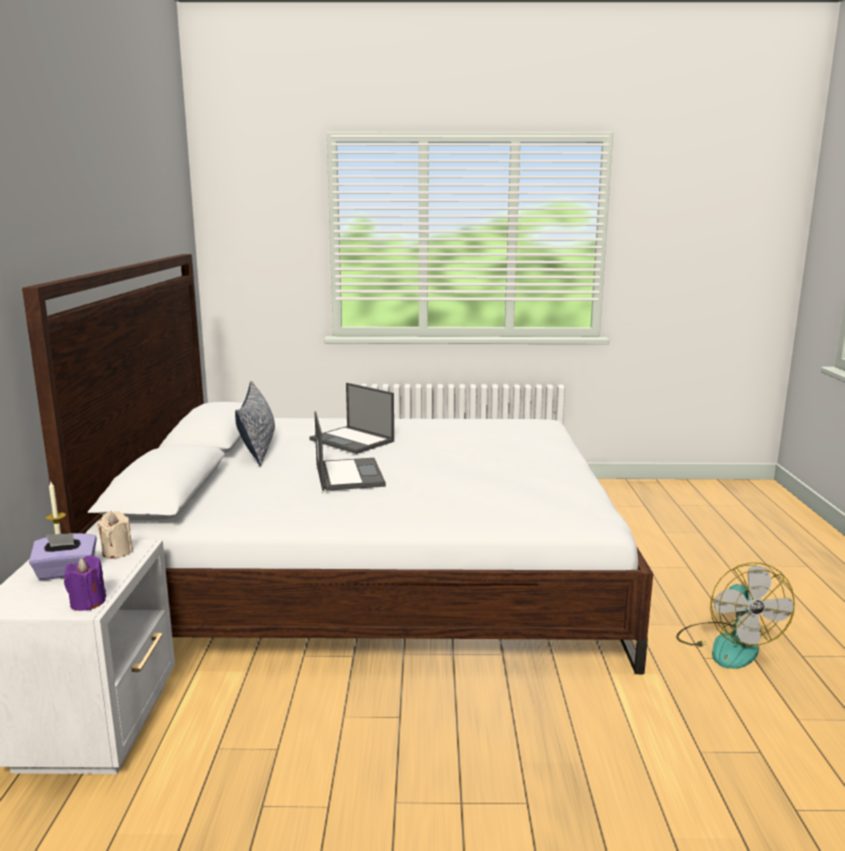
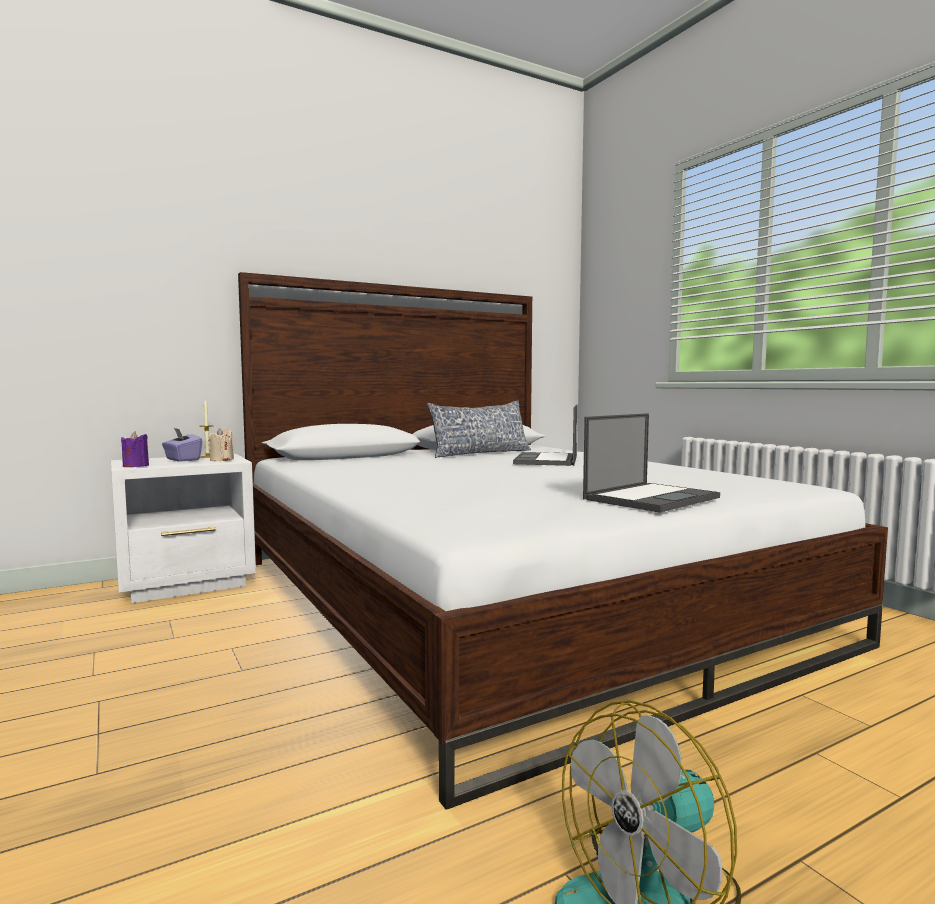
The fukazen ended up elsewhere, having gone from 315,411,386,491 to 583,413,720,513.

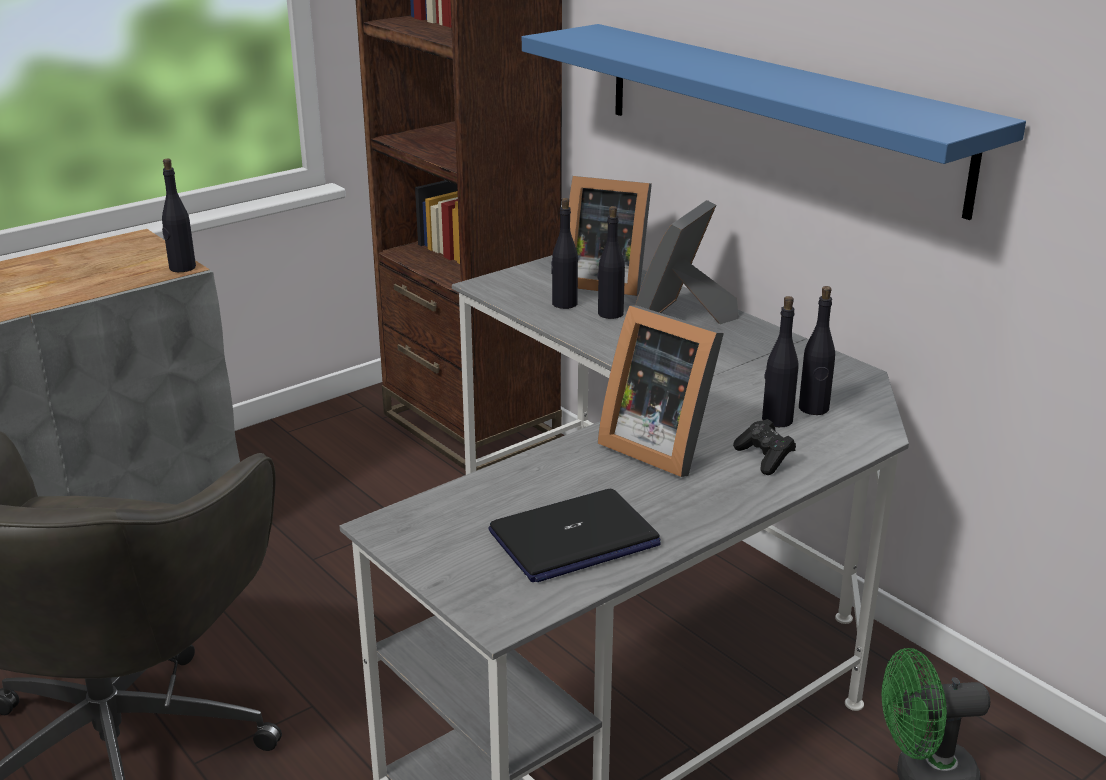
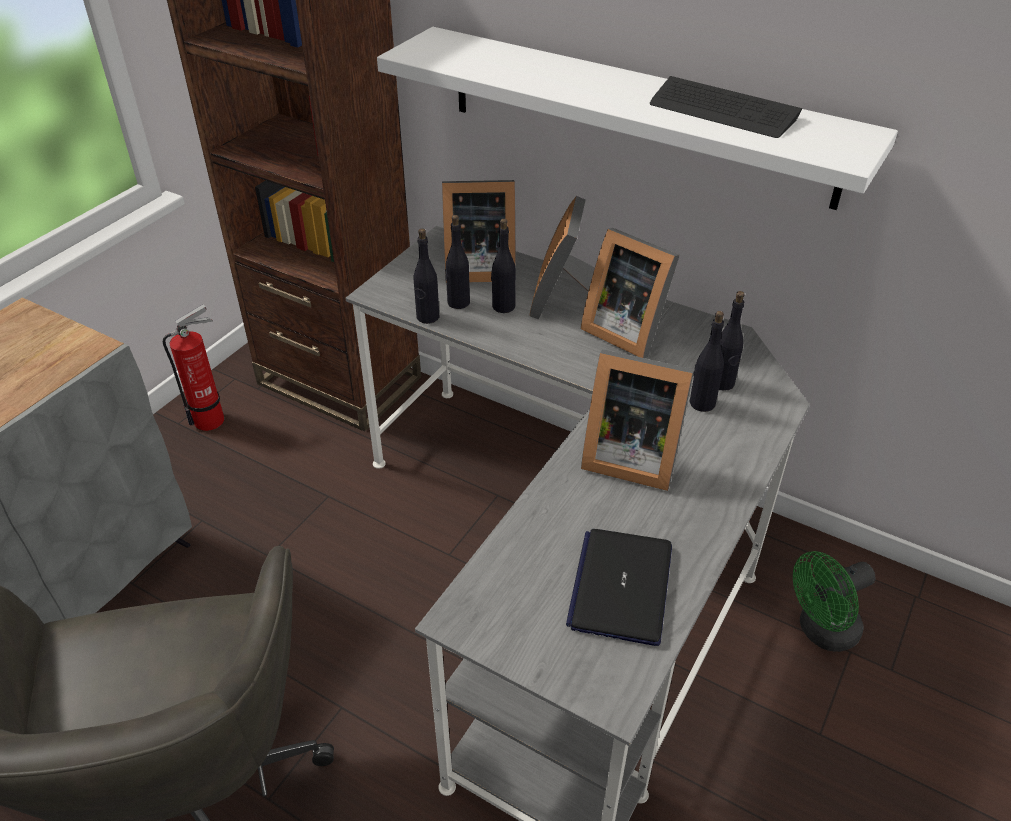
The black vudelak ended up elsewhere, having gone from 162,159,196,272 to 414,228,440,324. The fukazen at 488,489,661,582 ended up facing another way, 150 degrees clockwise from before. What was the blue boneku at 522,24,1026,220 turned into the white boneku at 377,27,898,210. The second view lost the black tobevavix at 733,419,796,475. The second view gained the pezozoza at 163,304,224,431. The second view gained the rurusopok at 581,228,680,358. The second view gained the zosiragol at 650,76,802,138.

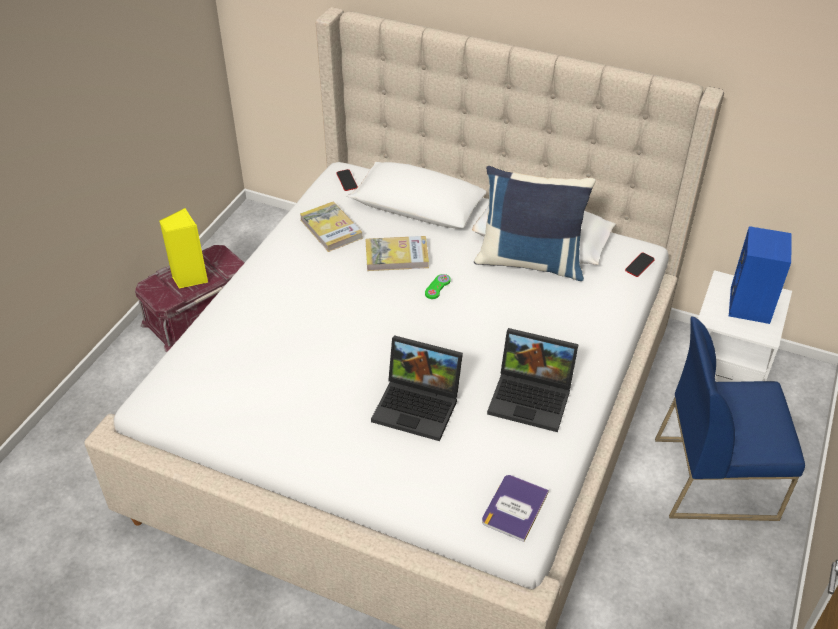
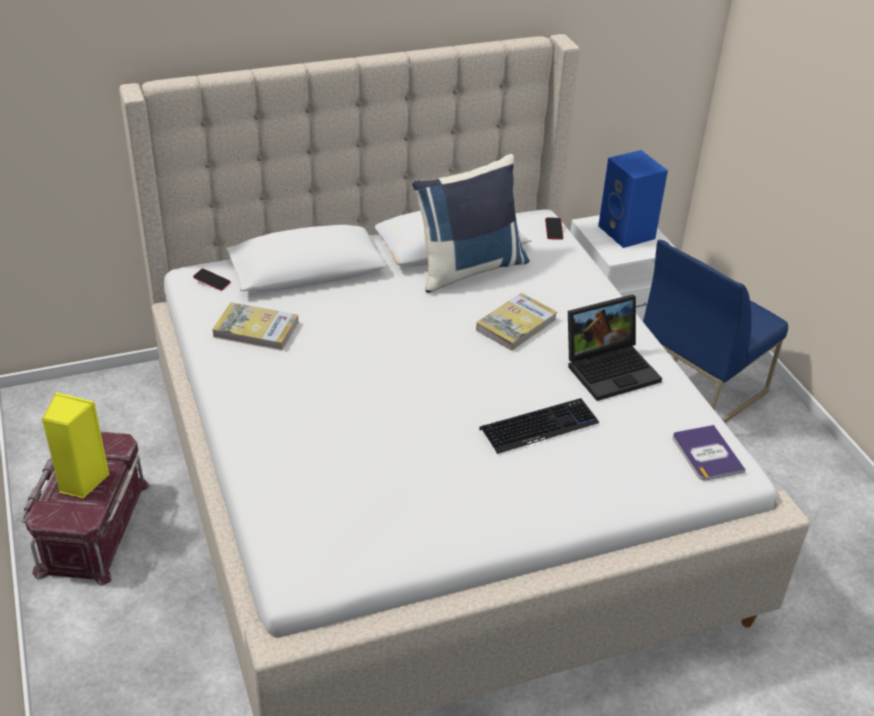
The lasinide ended up elsewhere, having gone from 365,236,429,271 to 476,293,557,351. Where the fukazen stood at 371,335,463,441, the zosiragol came to stand at 479,398,599,454. The second view lost the green tobevavix at 425,274,451,299.

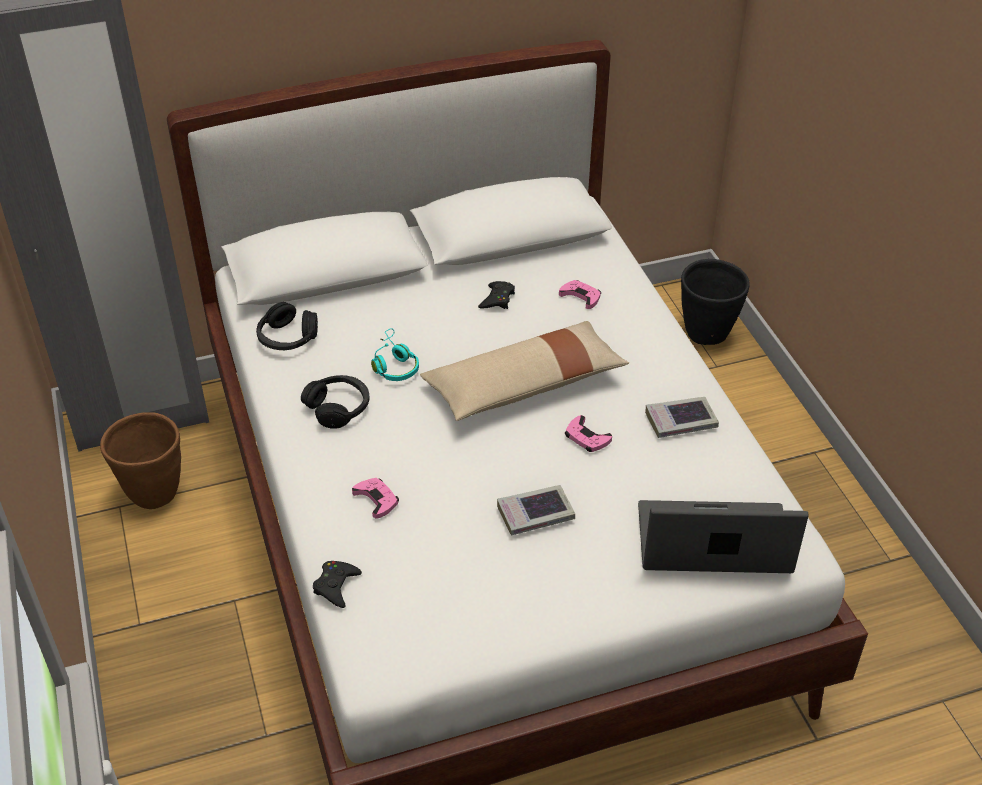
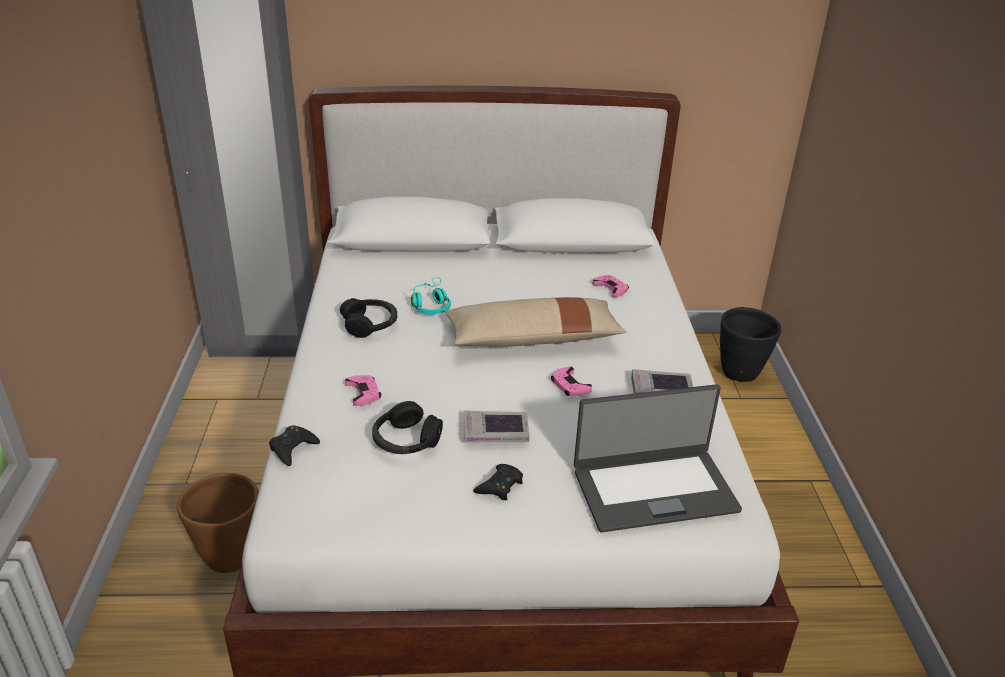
The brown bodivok ended up elsewhere, having gone from 100,412,181,509 to 177,473,259,573. The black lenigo ended up elsewhere, having gone from 256,302,318,350 to 372,401,443,454. The black tobevavix ended up elsewhere, having gone from 478,281,515,309 to 473,464,523,500. The fukazen at 638,500,809,573 ended up facing another way, 150 degrees clockwise from before.

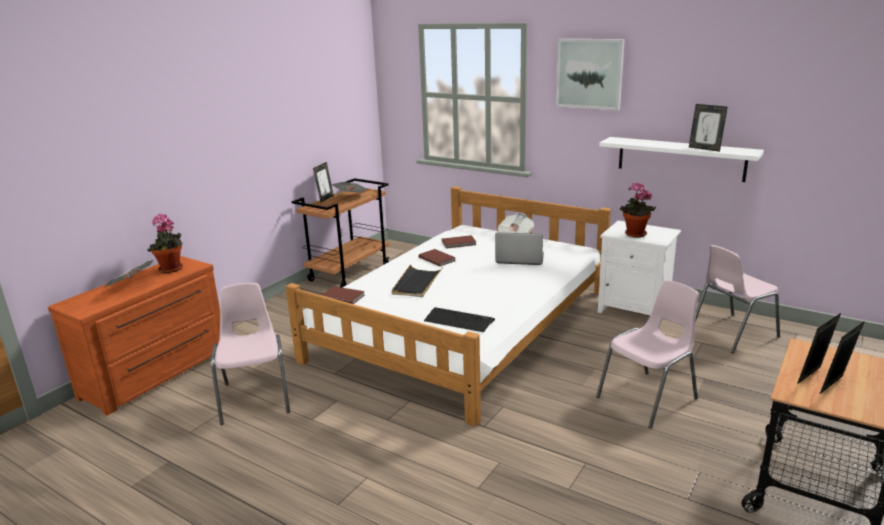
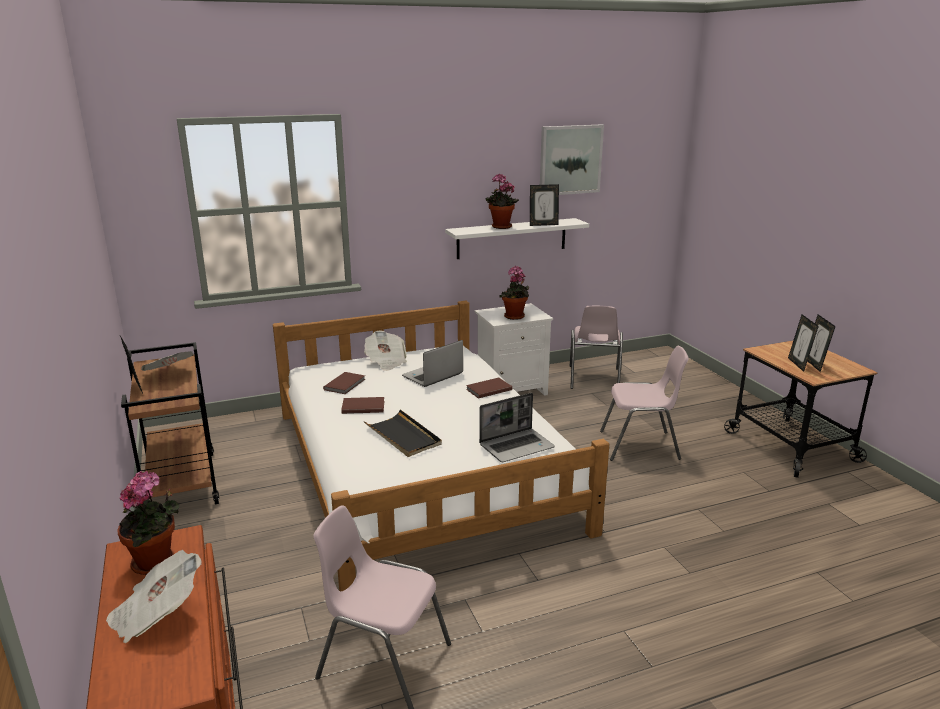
The brown lasinide ended up elsewhere, having gone from 322,286,365,304 to 466,378,512,399. Where the zosiragol stood at 424,308,495,332, the fukazen came to stand at 479,393,555,462. The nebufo ended up elsewhere, having gone from 556,39,625,110 to 540,125,604,195. The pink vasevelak at 596,280,699,428 ended up facing another way, 90 degrees clockwise from before. The second view gained the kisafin at 486,173,519,229.

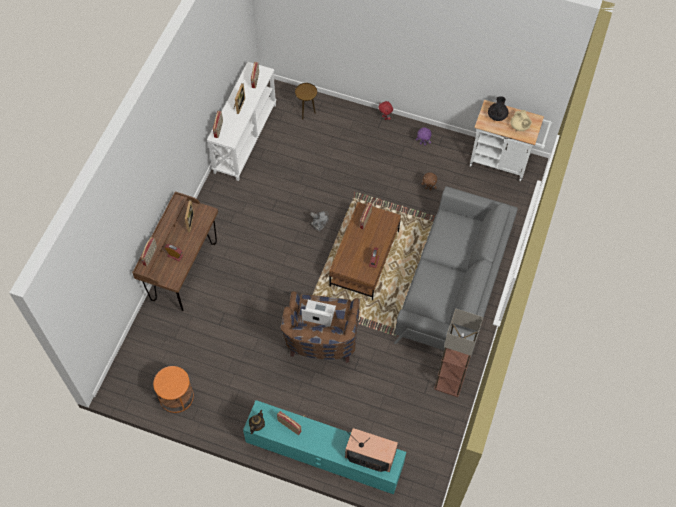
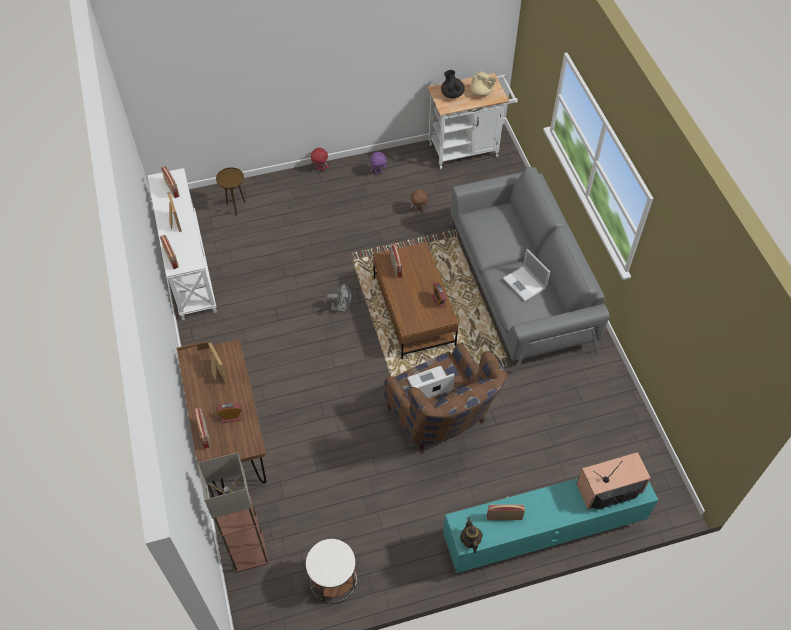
What was the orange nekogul at 153,366,194,413 turned into the white nekogul at 306,539,357,604. The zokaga ended up elsewhere, having gone from 434,308,483,397 to 198,453,269,573. The second view gained the fukazen at 503,249,550,301.

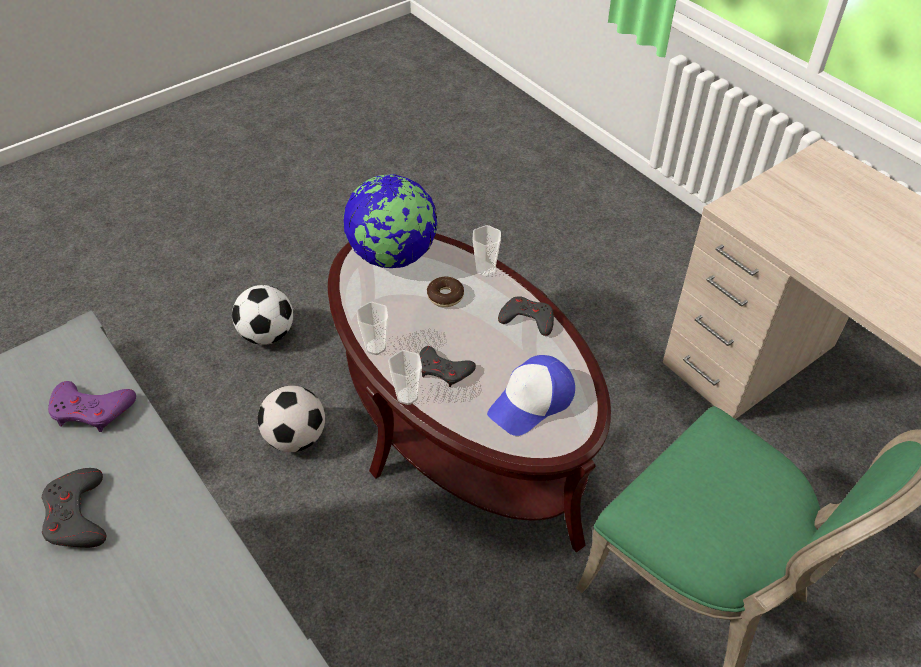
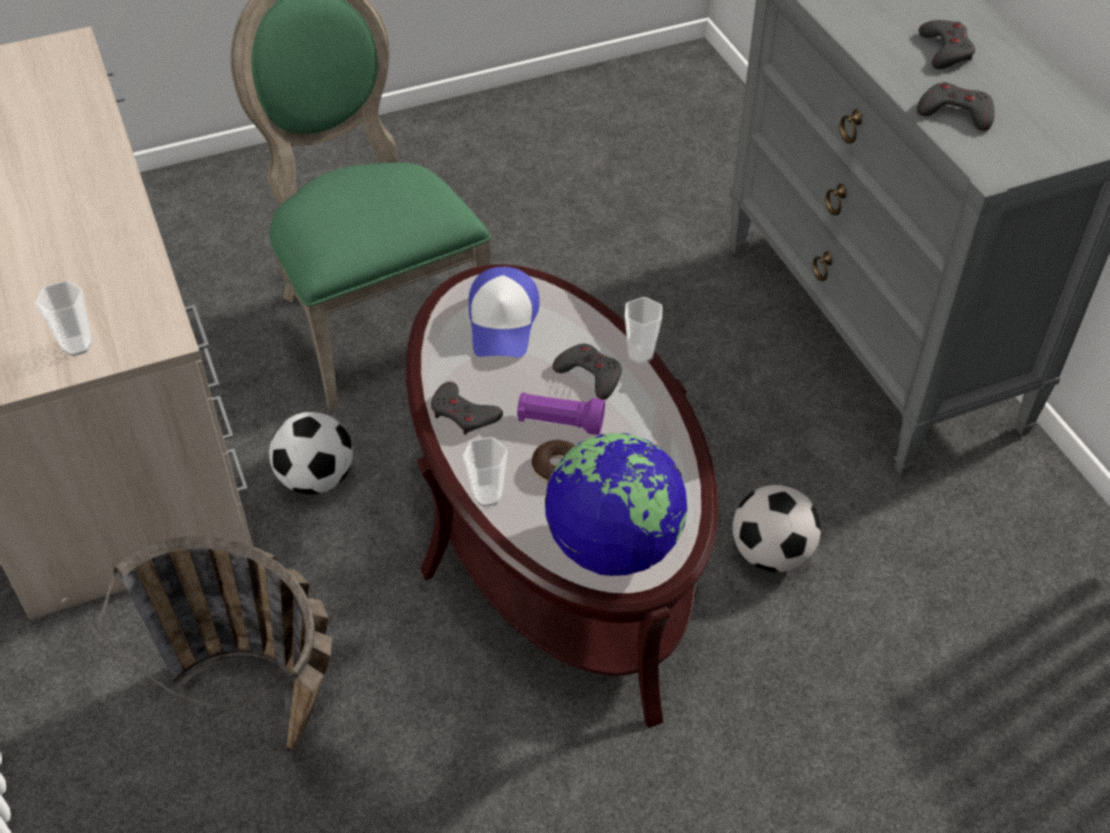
What was the purple tobevavix at 48,381,136,432 turned into the grey tobevavix at 917,82,995,131. The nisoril ended up elsewhere, having gone from 232,285,293,345 to 269,412,353,495. The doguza ended up elsewhere, having gone from 356,302,388,355 to 35,281,92,356. The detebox at 487,355,575,436 ended up facing another way, 120 degrees clockwise from before. The second view gained the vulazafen at 95,536,332,752. The second view gained the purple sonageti at 517,392,605,435.

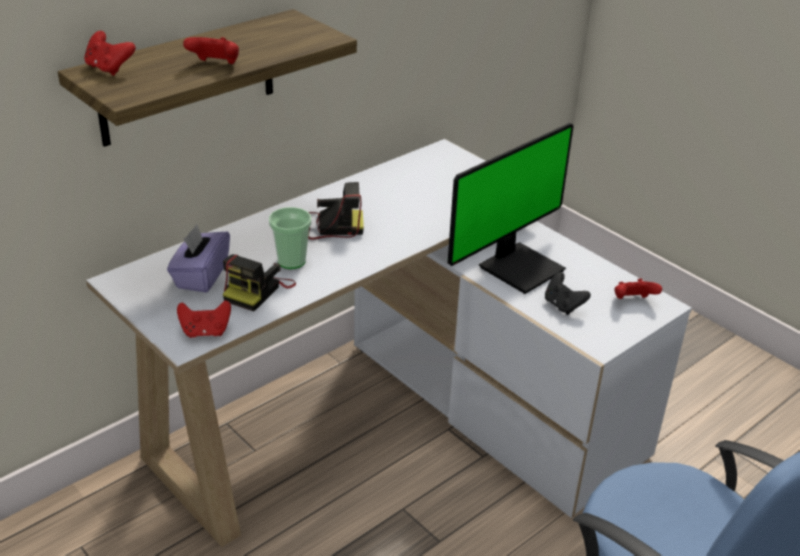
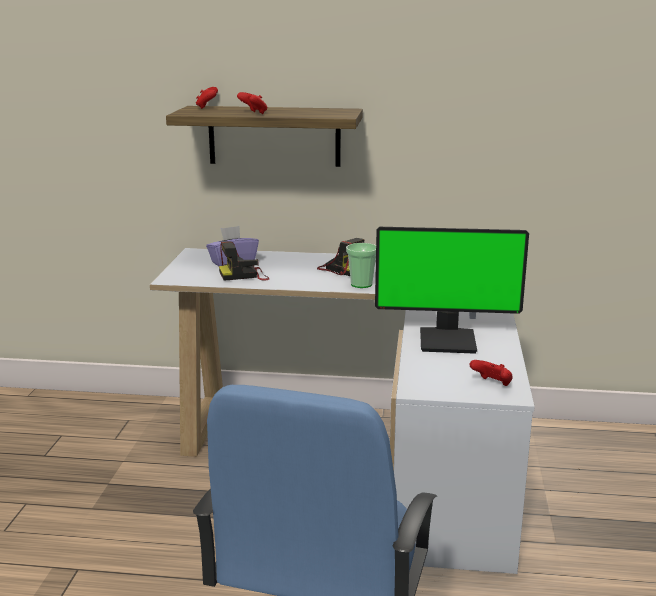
The second view lost the red tobevavix at 177,300,231,338. The doguza ended up elsewhere, having gone from 269,207,311,269 to 346,243,376,288. The second view lost the black tobevavix at 545,272,591,315.

